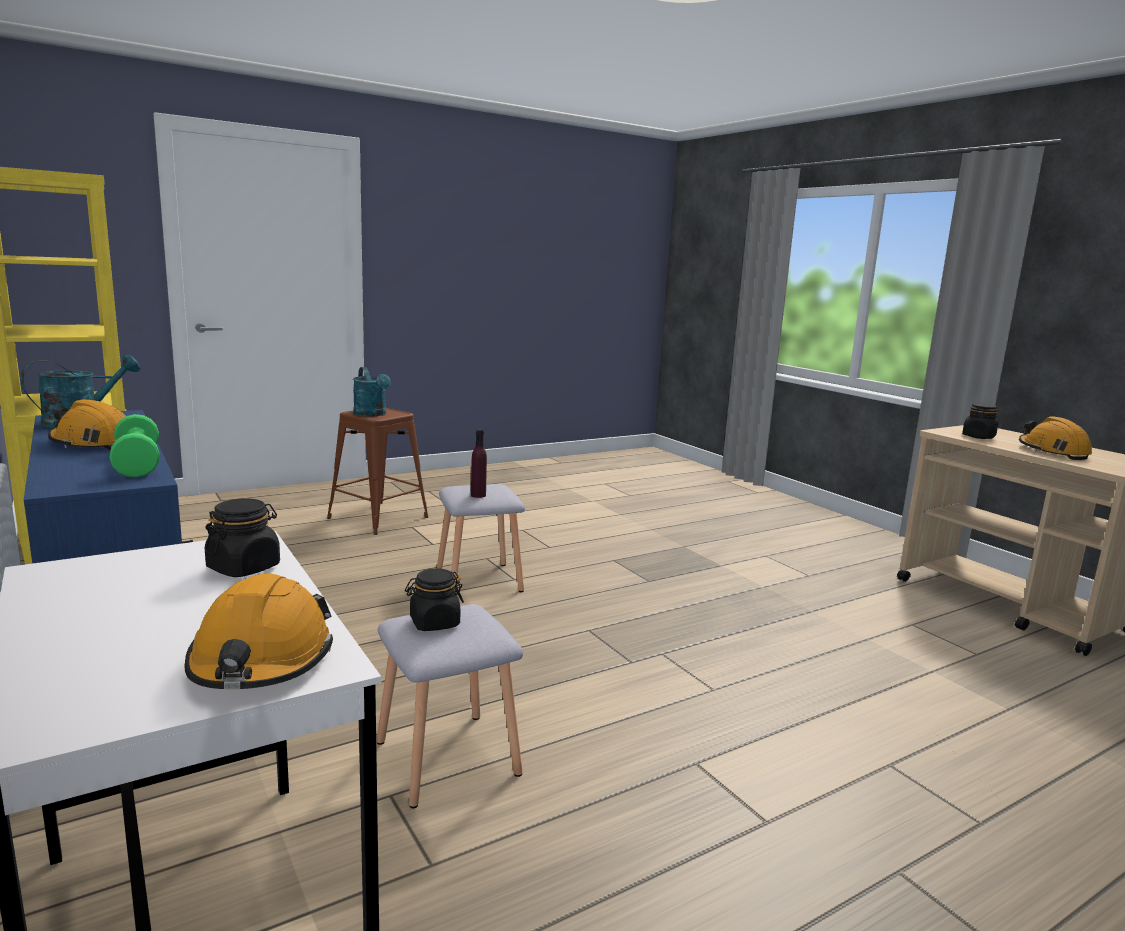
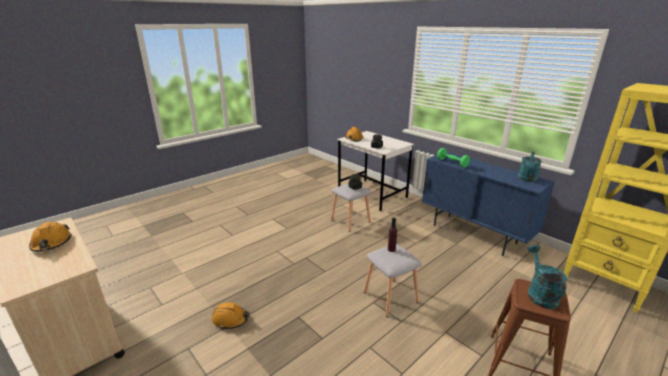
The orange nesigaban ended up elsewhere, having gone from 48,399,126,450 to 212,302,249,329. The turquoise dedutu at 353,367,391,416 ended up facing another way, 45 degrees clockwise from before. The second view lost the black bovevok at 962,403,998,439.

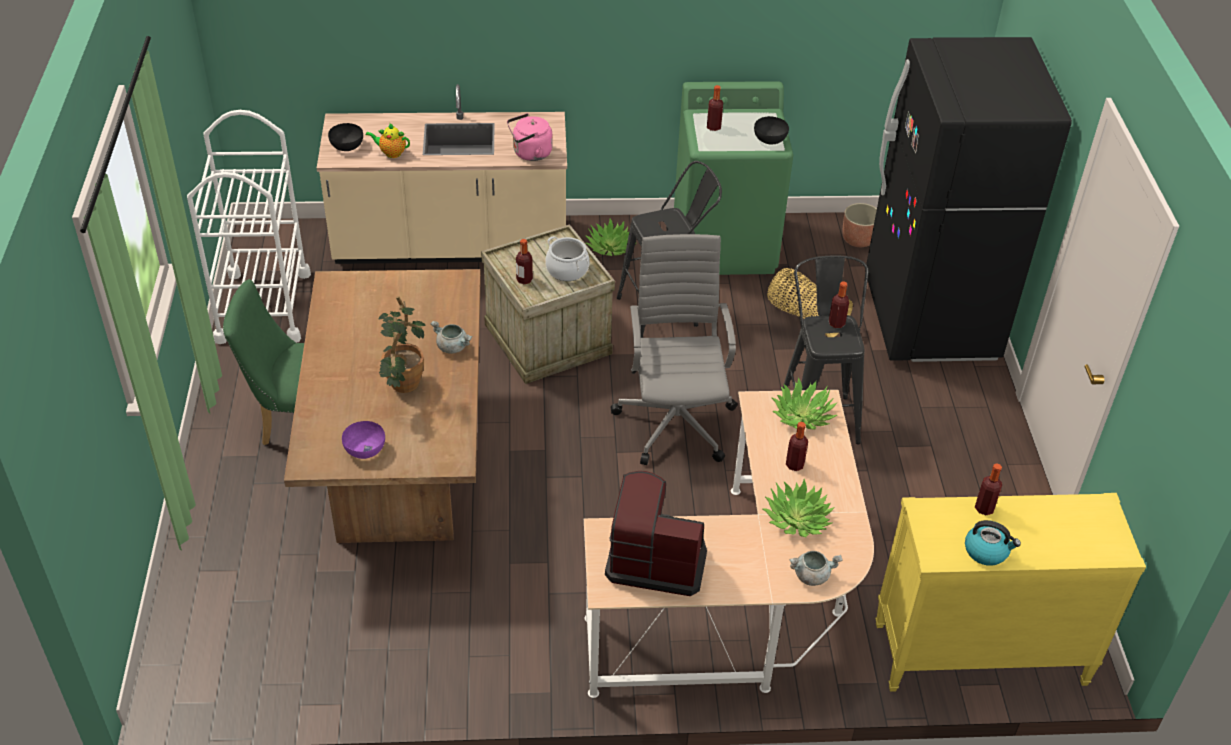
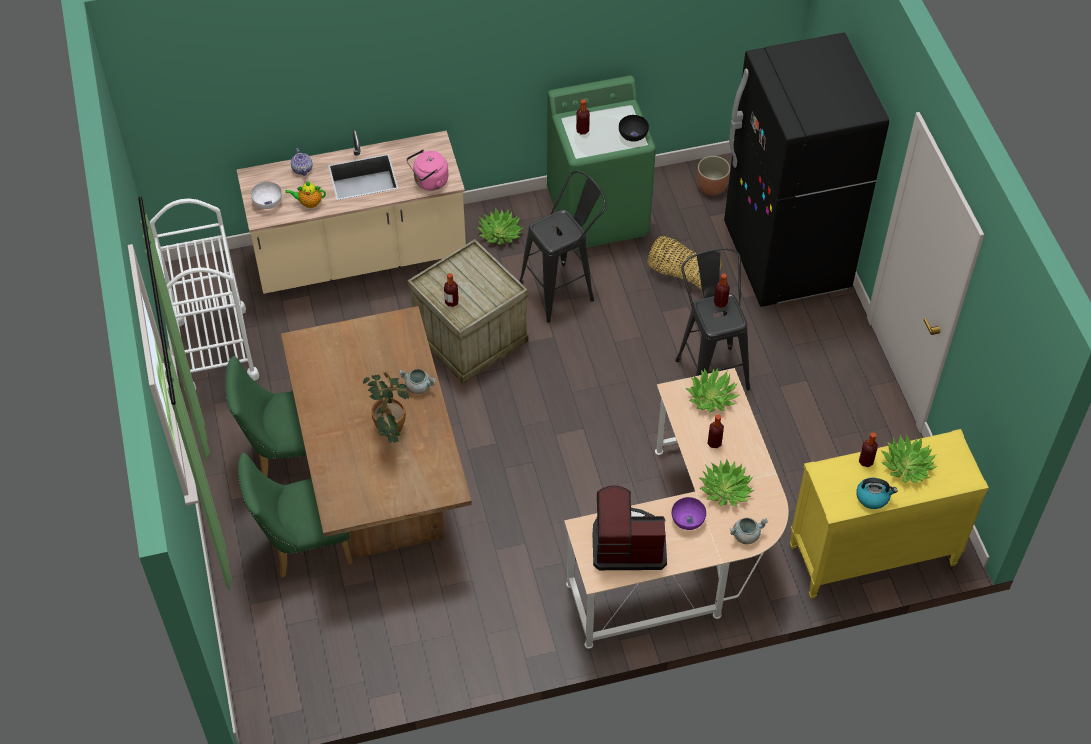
What was the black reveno at 328,123,363,151 turned into the white reveno at 251,182,282,209. The purple reveno ended up elsewhere, having gone from 342,421,385,459 to 672,497,706,530. The second view lost the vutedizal at 545,237,590,281. The second view lost the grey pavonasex at 611,234,738,465. The second view gained the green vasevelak at 238,453,353,578. The second view gained the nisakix at 291,148,313,176. The second view gained the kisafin at 881,435,937,484.

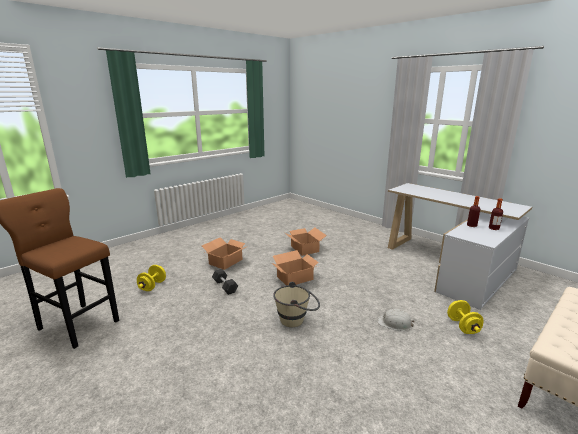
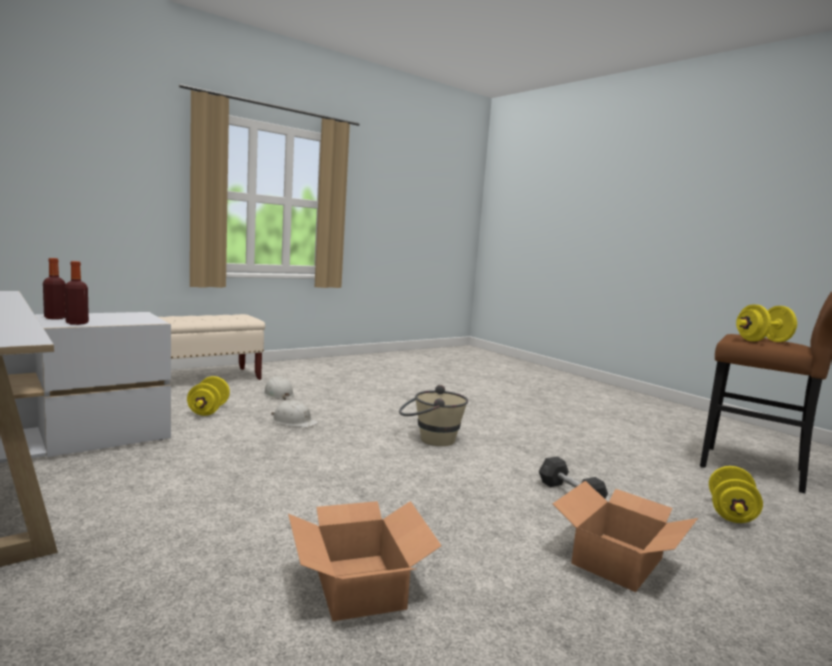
The second view lost the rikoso at 272,250,319,285. The second view gained the white nesigaban at 263,376,294,400. The second view gained the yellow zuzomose at 736,304,797,342.

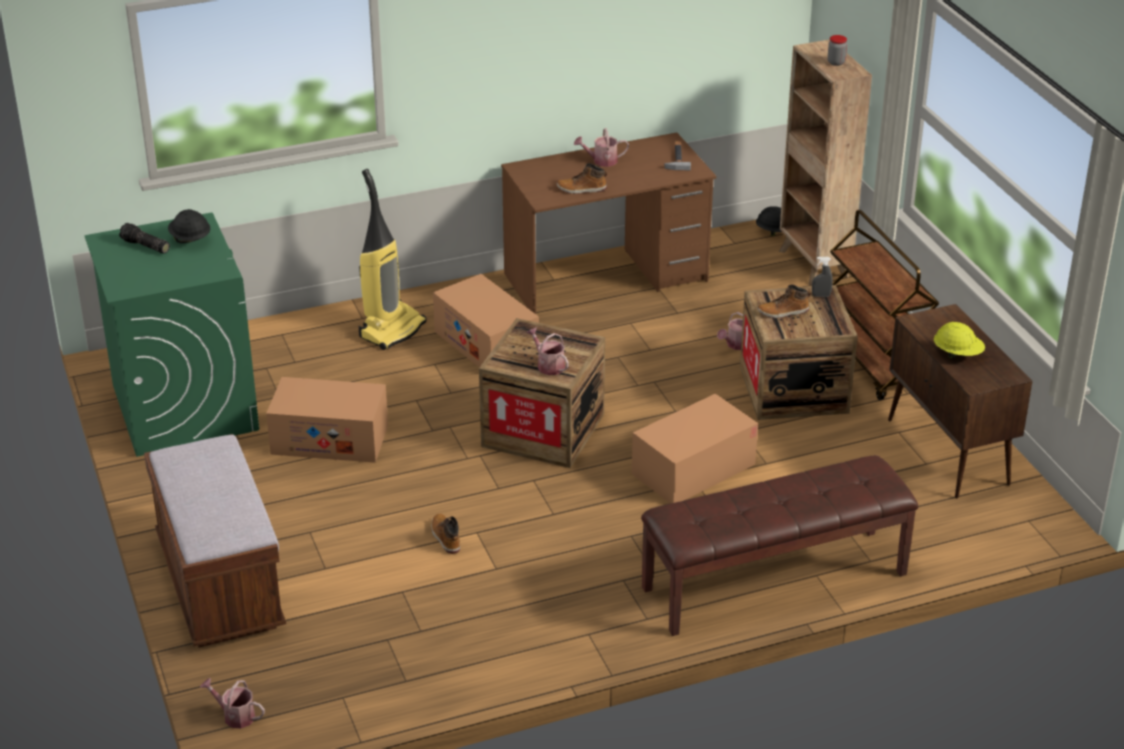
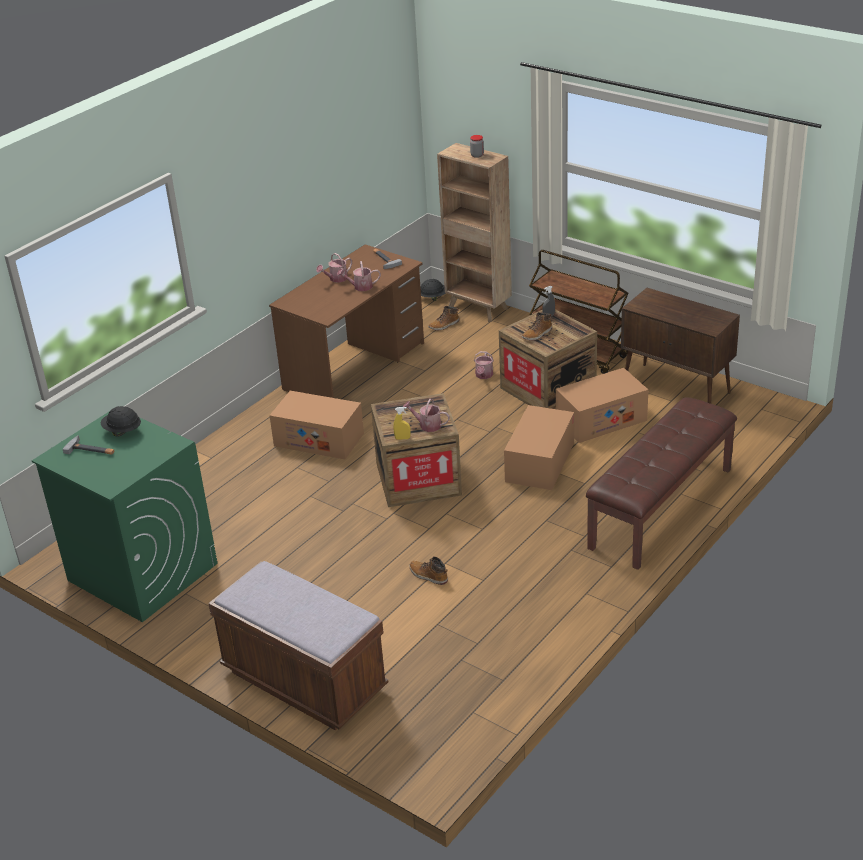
Where the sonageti stood at 119,223,170,254, the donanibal came to stand at 63,435,114,454. The dedutu ended up elsewhere, having gone from 200,678,265,728 to 337,261,381,291. The rikoso ended up elsewhere, having gone from 266,377,388,463 to 556,368,648,443. The second view lost the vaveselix at 359,169,427,350. The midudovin ended up elsewhere, having gone from 557,163,607,194 to 428,306,459,330. The second view lost the yellow nesigaban at 933,322,985,359. The second view gained the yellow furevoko at 393,407,411,440.

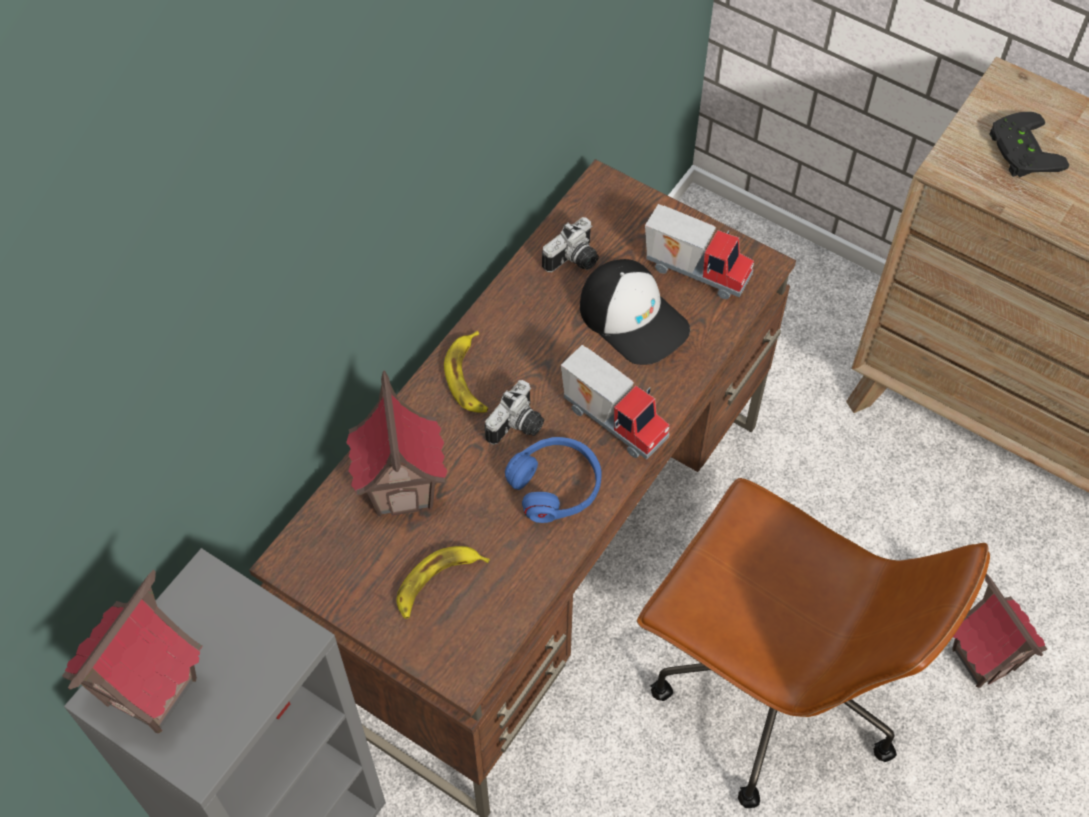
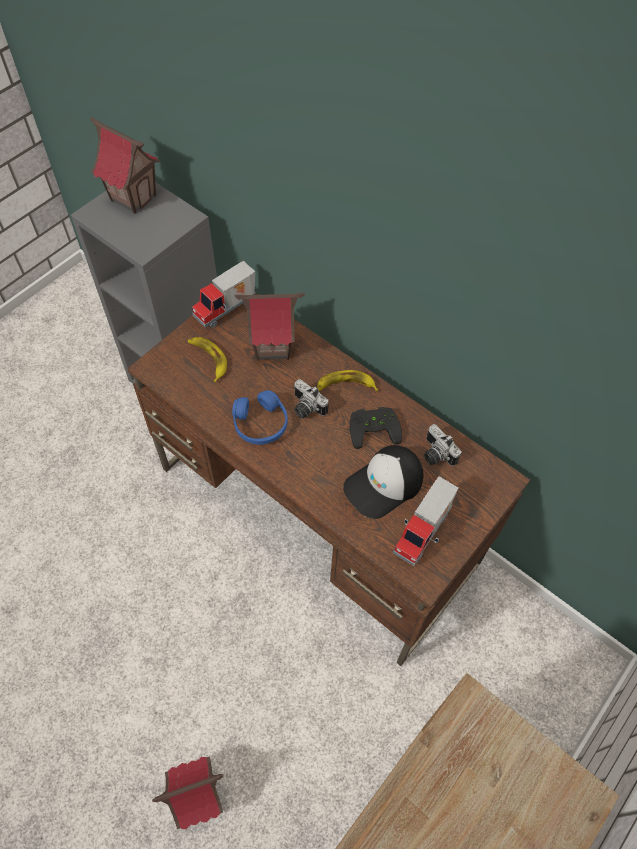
The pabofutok ended up elsewhere, having gone from 561,345,669,460 to 192,261,255,328. The second view lost the brown pavonasex at 637,478,990,808. The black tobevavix ended up elsewhere, having gone from 989,112,1069,177 to 350,407,402,449.

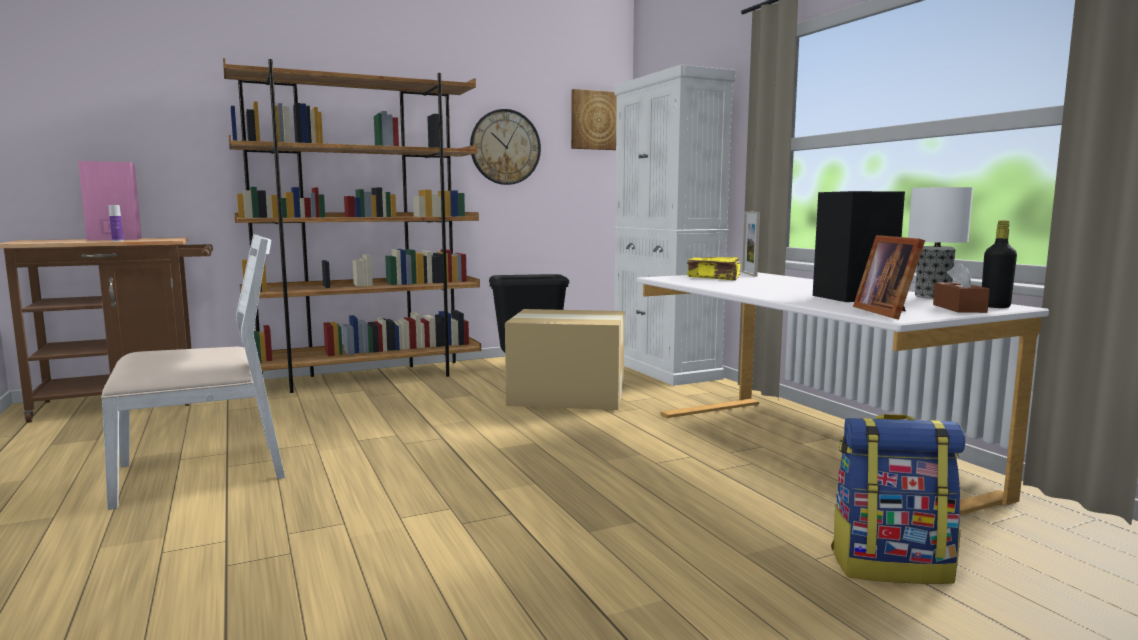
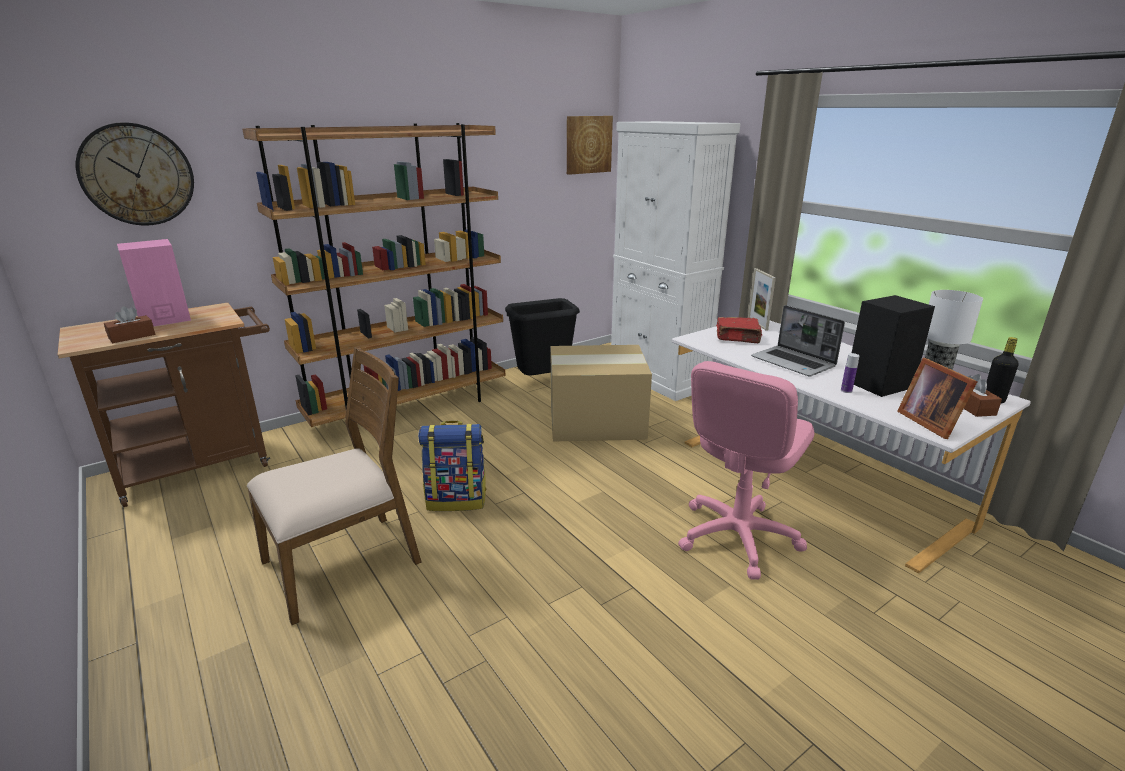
What was the white vasevelak at 101,234,285,510 turned into the brown vasevelak at 247,347,422,625. The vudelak ended up elsewhere, having gone from 109,205,123,241 to 841,353,859,393. The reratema ended up elsewhere, having gone from 470,109,541,185 to 76,122,194,226. What was the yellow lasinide at 687,257,741,281 turned into the red lasinide at 716,317,762,343. The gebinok ended up elsewhere, having gone from 831,414,965,584 to 418,421,487,511. The second view gained the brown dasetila at 104,306,155,343. The second view gained the pink pavonasex at 678,361,815,580. The second view gained the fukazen at 751,305,845,377.

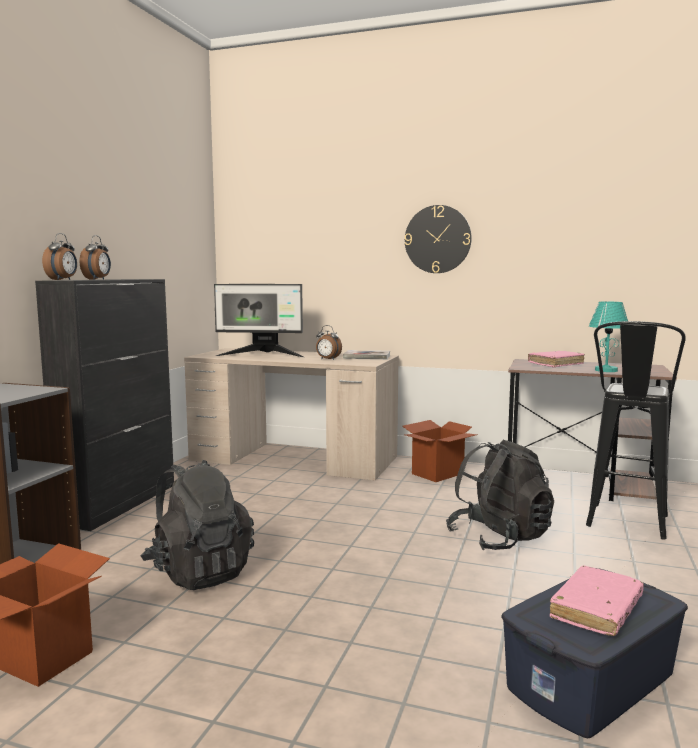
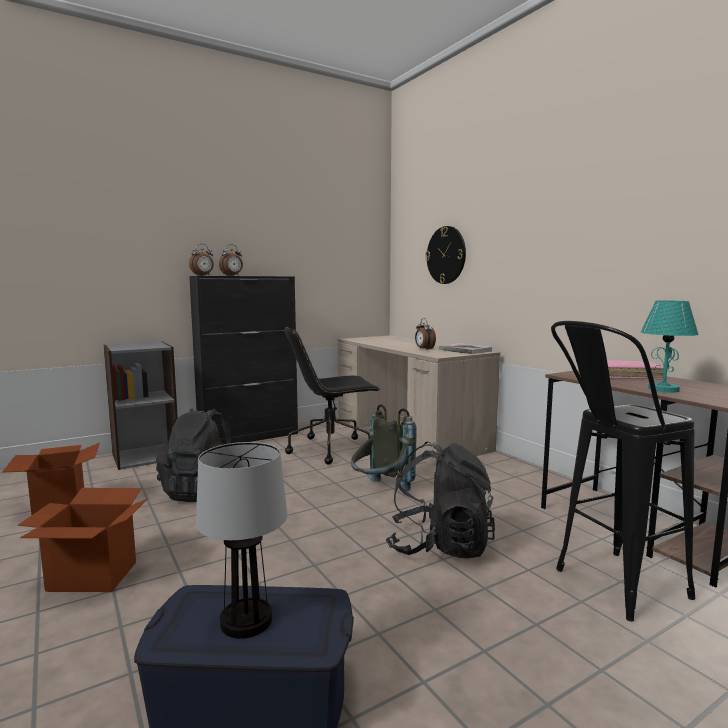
The second view lost the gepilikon at 214,284,303,357. The rikoso ended up elsewhere, having gone from 402,420,478,482 to 18,488,148,592. The reratema ended up elsewhere, having gone from 405,205,472,273 to 425,226,466,284. Where the pink lasinide stood at 550,566,644,636, the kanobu came to stand at 196,442,288,639. The second view gained the black pavonasex at 285,326,381,464. The second view gained the grey gebinok at 351,404,417,491.

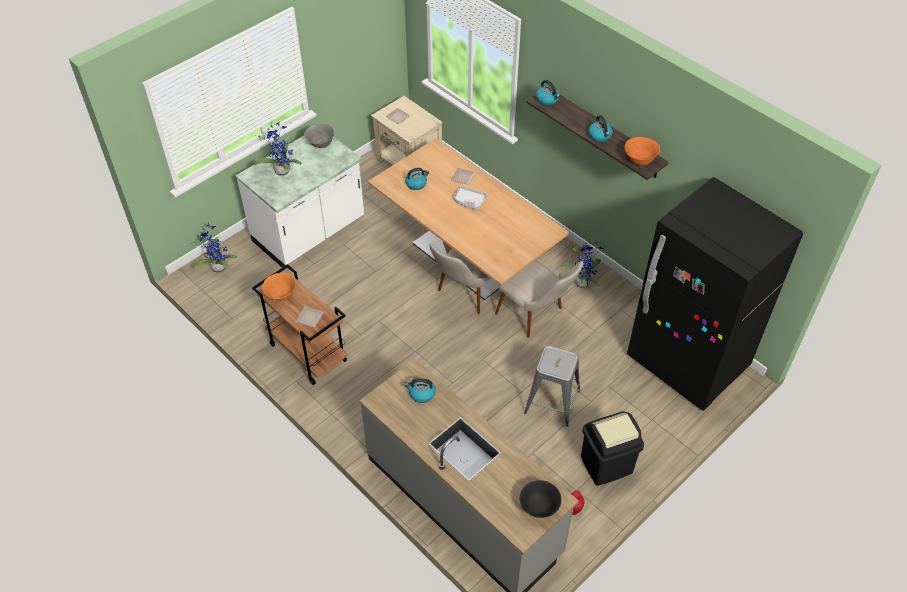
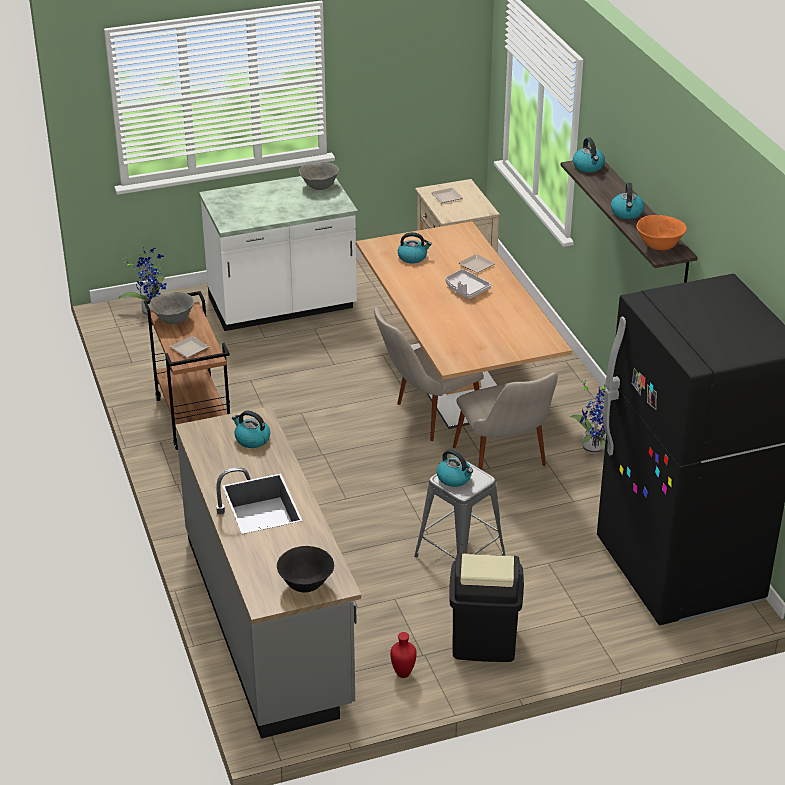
The second view lost the kisafin at 255,121,302,176. What was the orange reveno at 262,273,296,301 turned into the grey reveno at 150,292,194,324. The second view gained the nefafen at 437,449,473,487.

